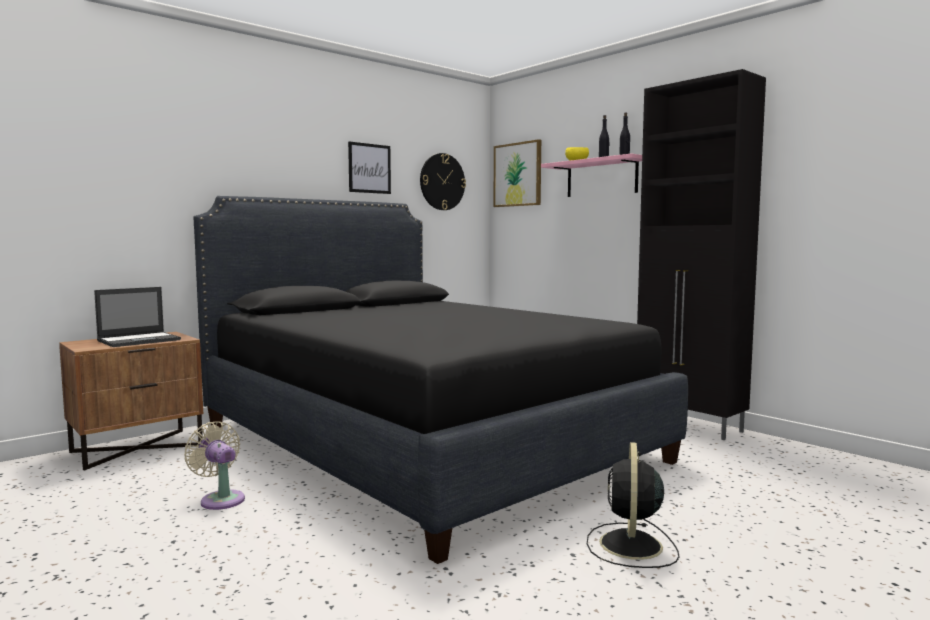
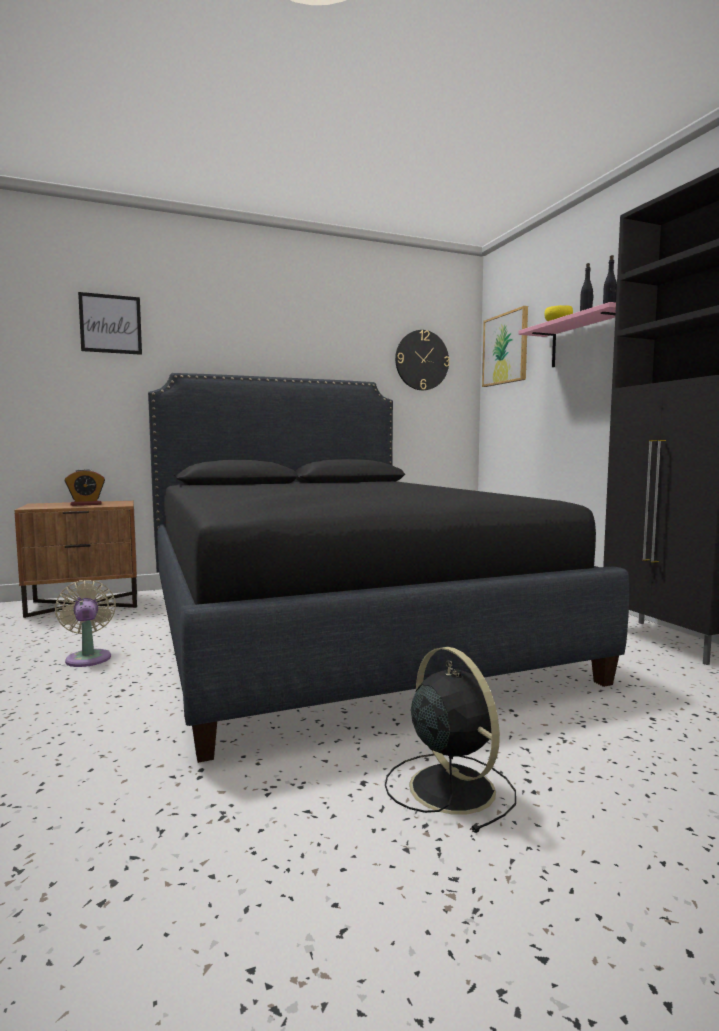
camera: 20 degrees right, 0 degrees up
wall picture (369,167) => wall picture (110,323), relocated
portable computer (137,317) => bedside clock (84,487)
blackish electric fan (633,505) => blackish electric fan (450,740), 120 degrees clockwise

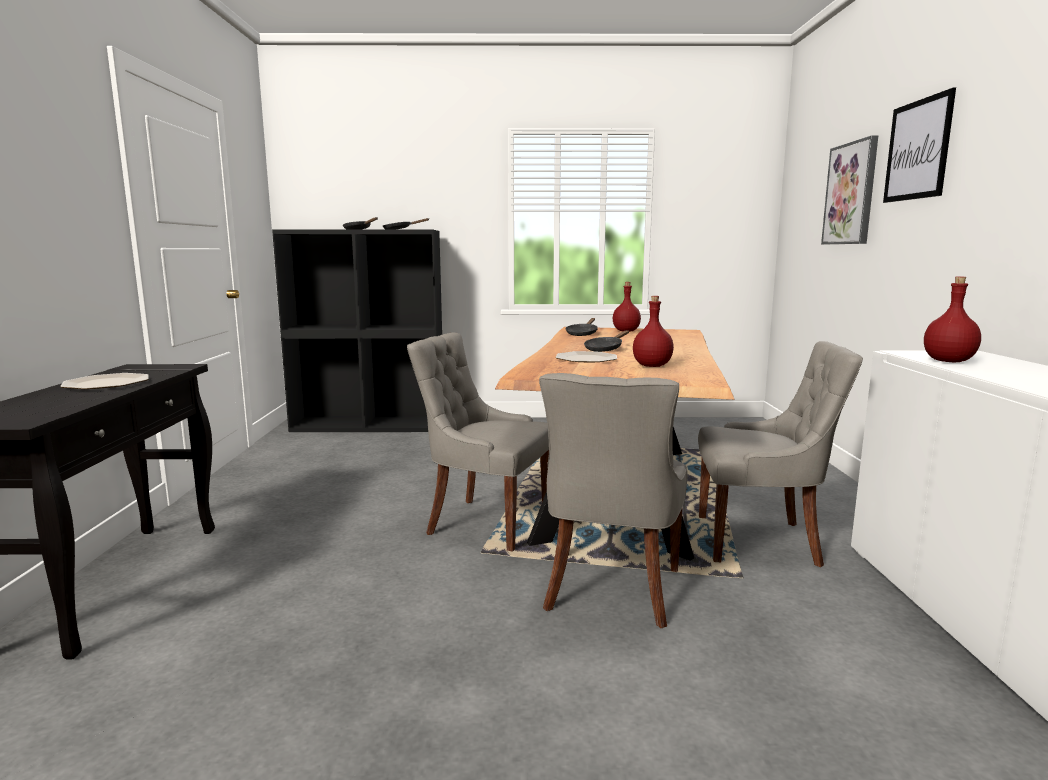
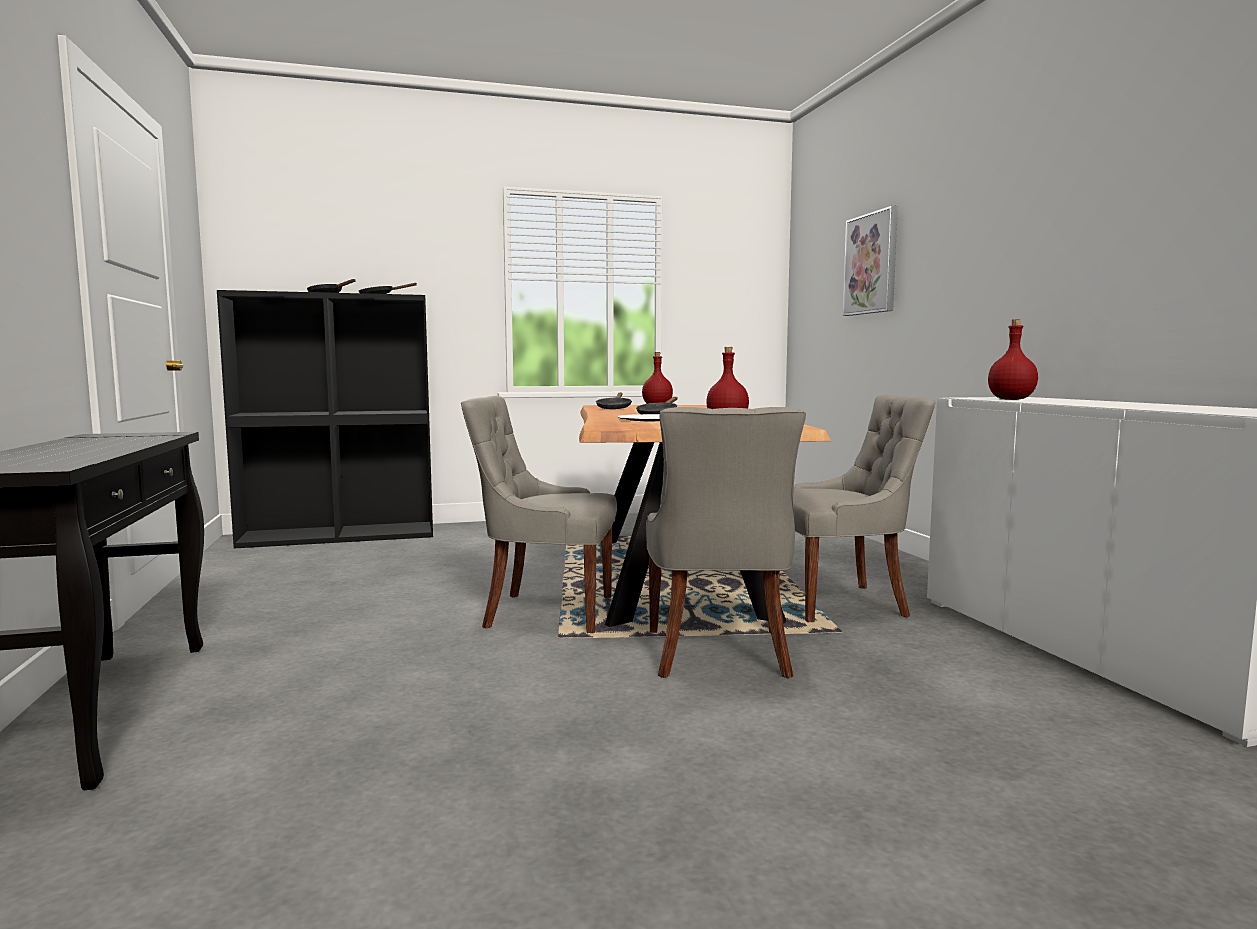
camera: 15 degrees left, 5 degrees down
wall picture (919,145) => nothing
plate (104,381) => nothing

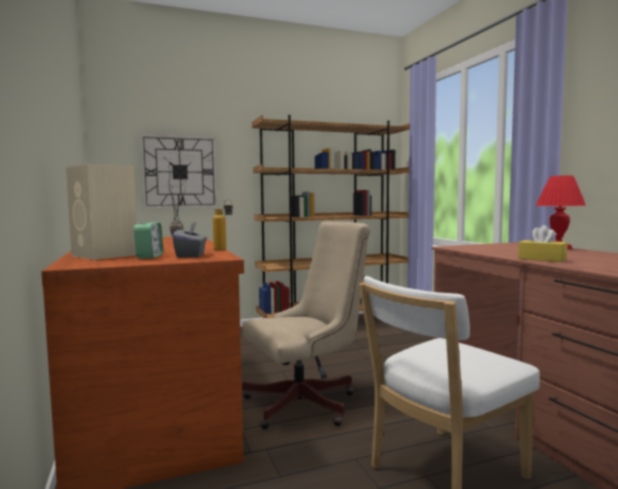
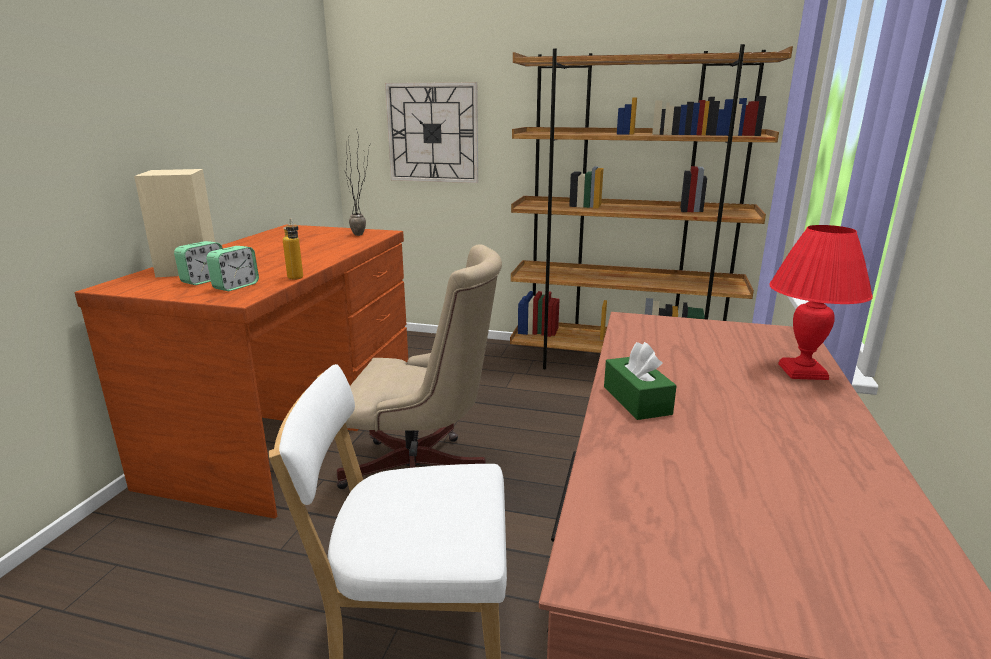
camera: 35 degrees right, 15 degrees up
greyish tissue box (189,240) => bedside clock (232,268)
yellow-coloured tissue box (542,243) => green-coloured tissue box (640,381)

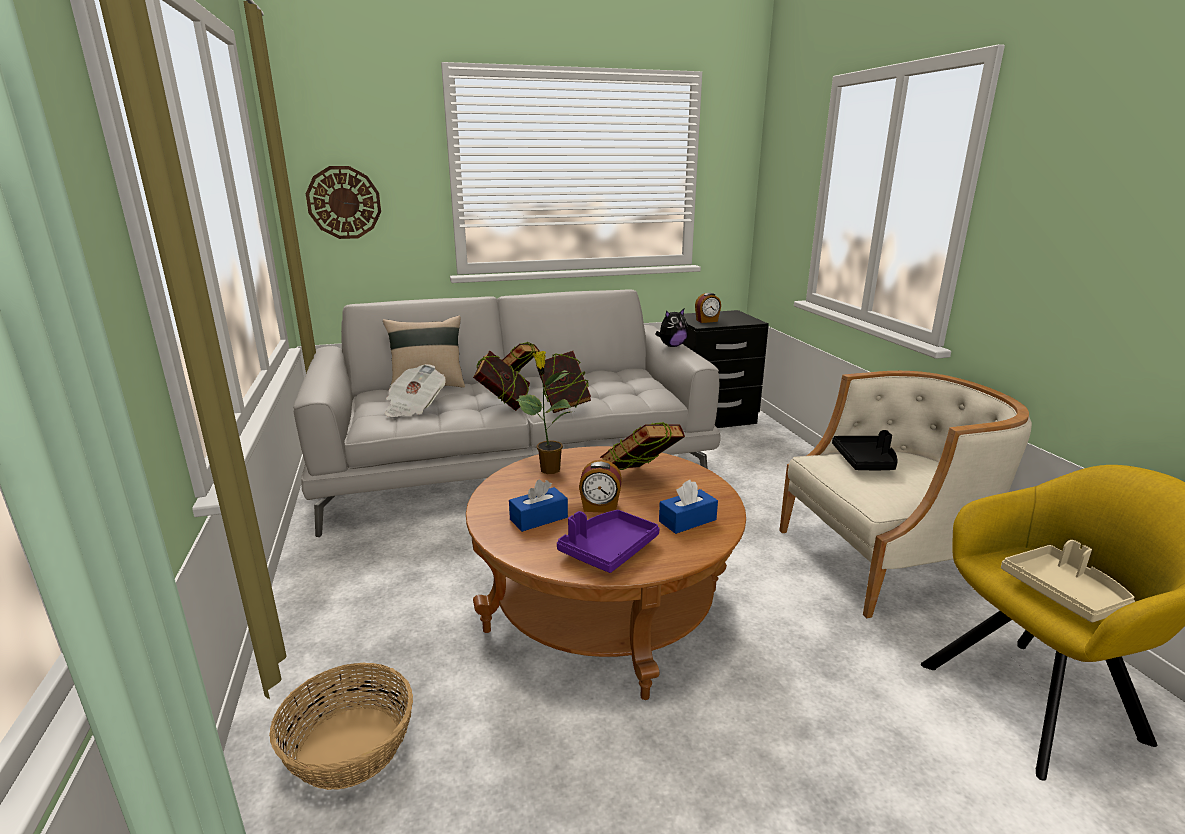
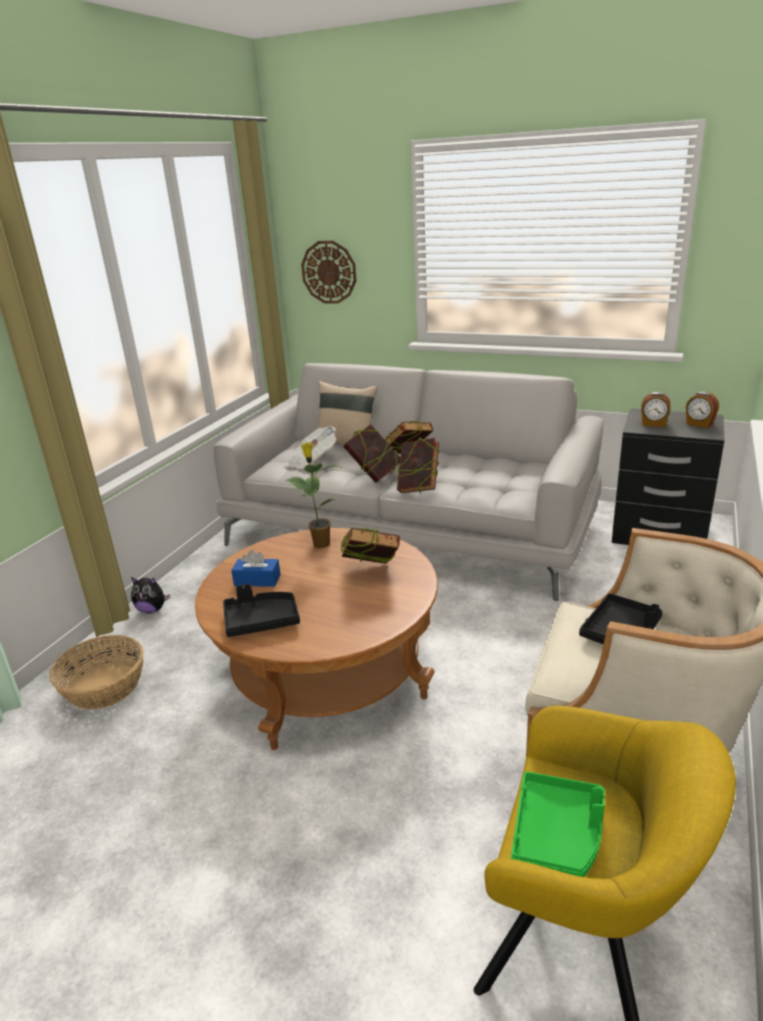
camera: 40 degrees right, 5 degrees up
plush toy (672,328) => plush toy (150,595), relocated
bedside clock (600,486) => bedside clock (702,410), relocated
blue-coloured tissue box (688,507) => nothing
purplish tray (608,541) => blackish tray (261,610)
beige tray (1068,581) => green-coloured tray (558,824)

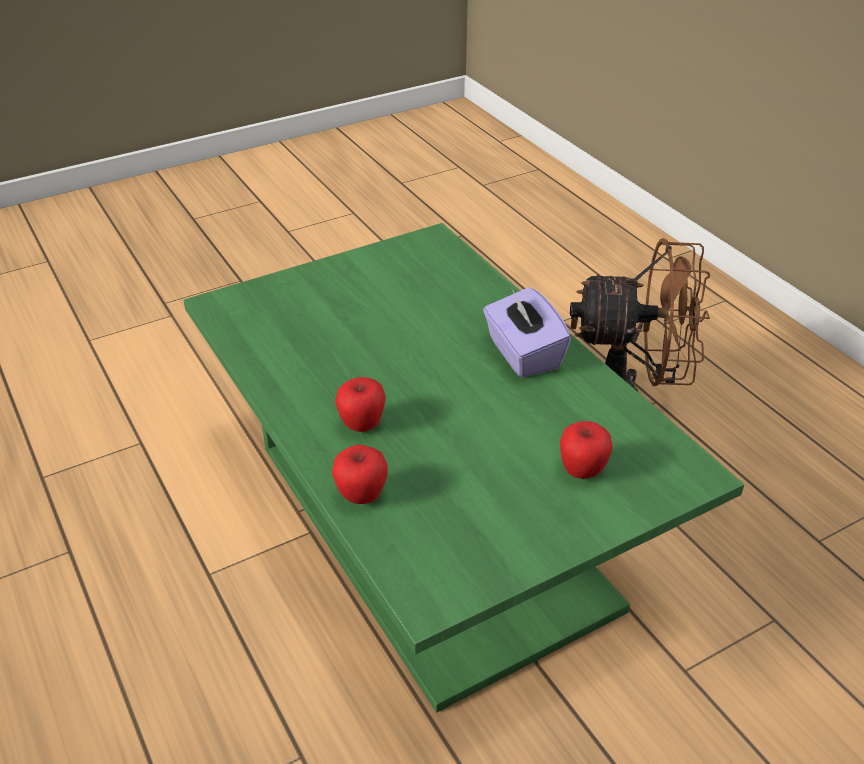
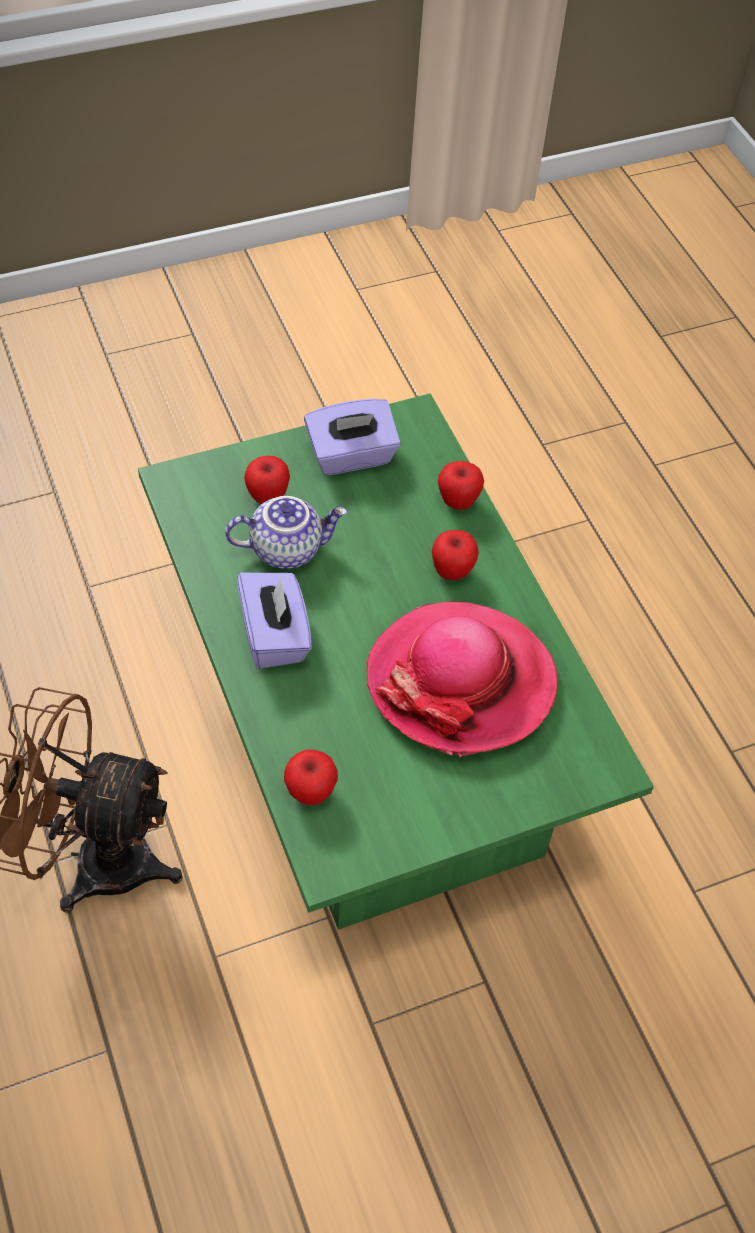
camera: 175 degrees left, 15 degrees up
nothing => purplish tissue box (352,437)
nothing => pot for tea (286,532)
nothing => hat (461,679)
nothing => apple fruit (311,777)

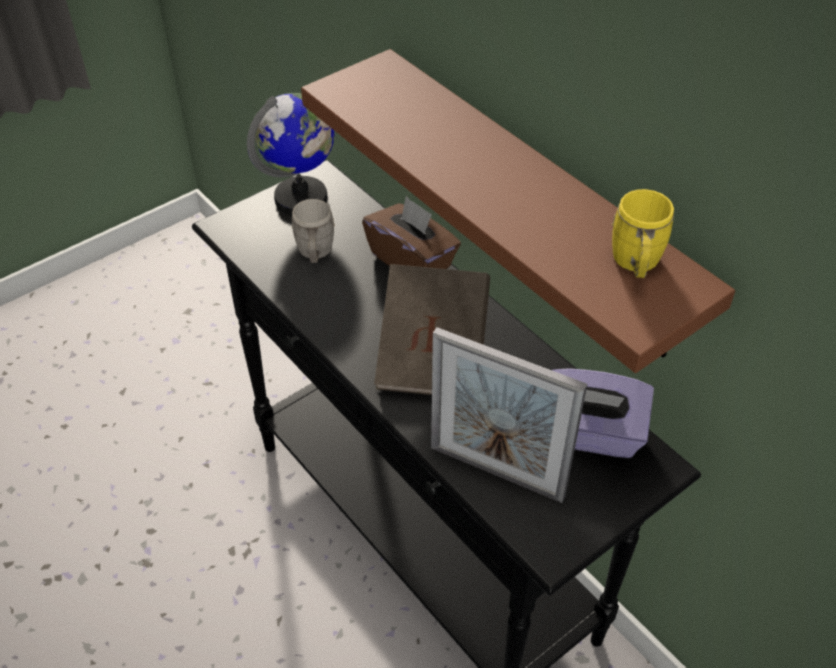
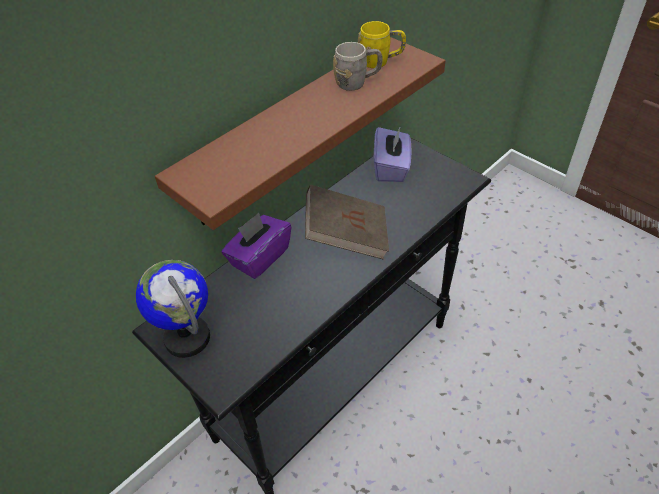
camera: 95 degrees left, 0 degrees up
brown-coloured tissue box (411,232) => purplish tissue box (257,245)
greyish mug (313,231) => greyish mug (357,66), relocated
photo frame (509,415) => nothing

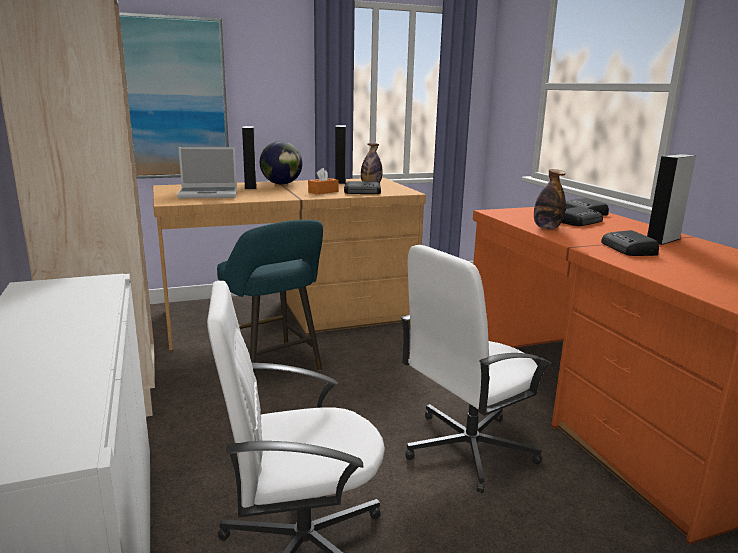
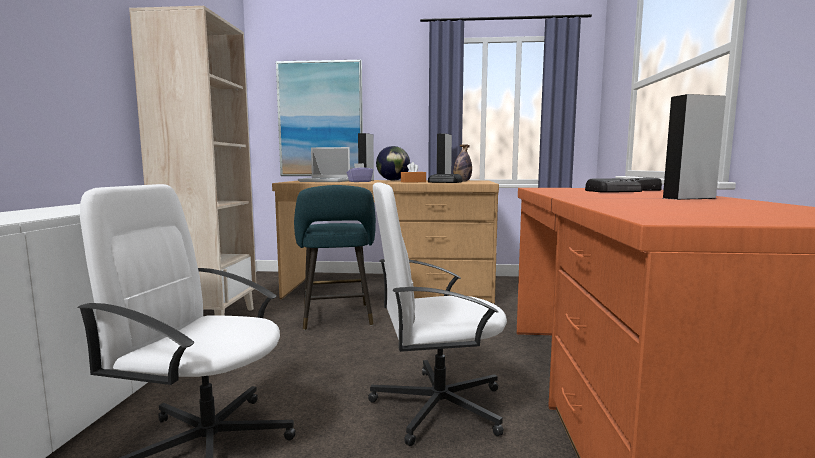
camera: 25 degrees right, 10 degrees down
bottle (550,199) => nothing
radio receiver (630,243) => nothing
nothing => purplish tissue box (360,172)

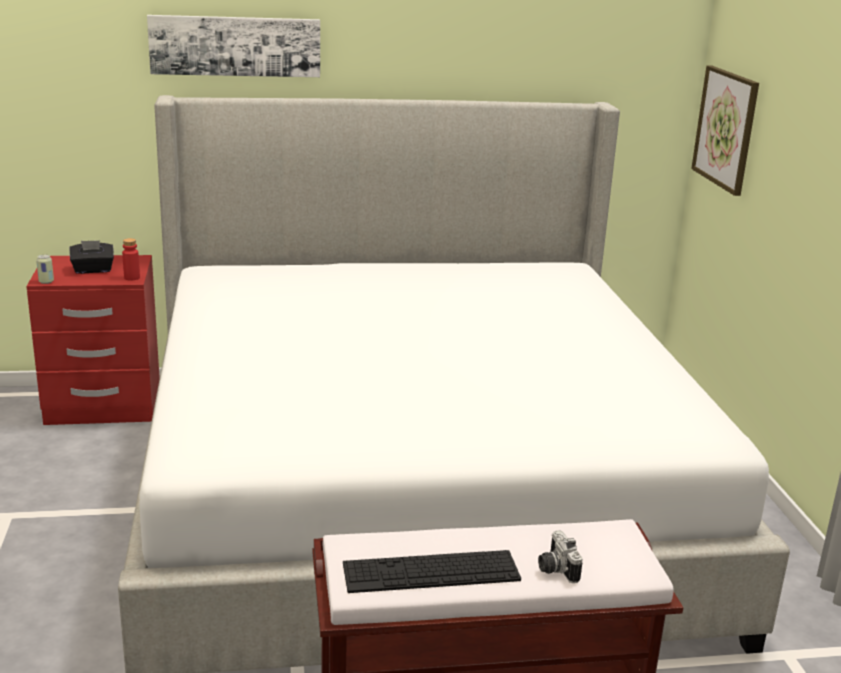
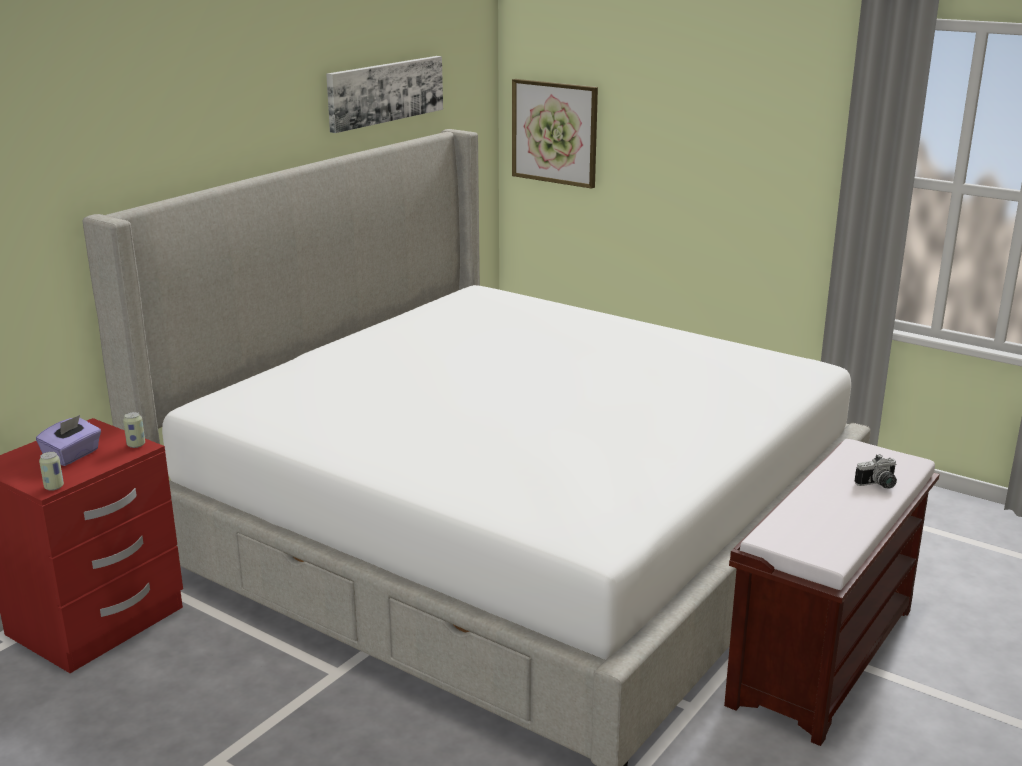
camera: 45 degrees left, 0 degrees up
wall picture (233,46) => wall picture (384,94), relocated
red bottle (131,259) => can (134,430)
blackish tissue box (92,257) => purplish tissue box (68,440)
still camera (560,556) => still camera (875,471), 45 degrees counterclockwise
PC keyboard (432,571) => nothing

